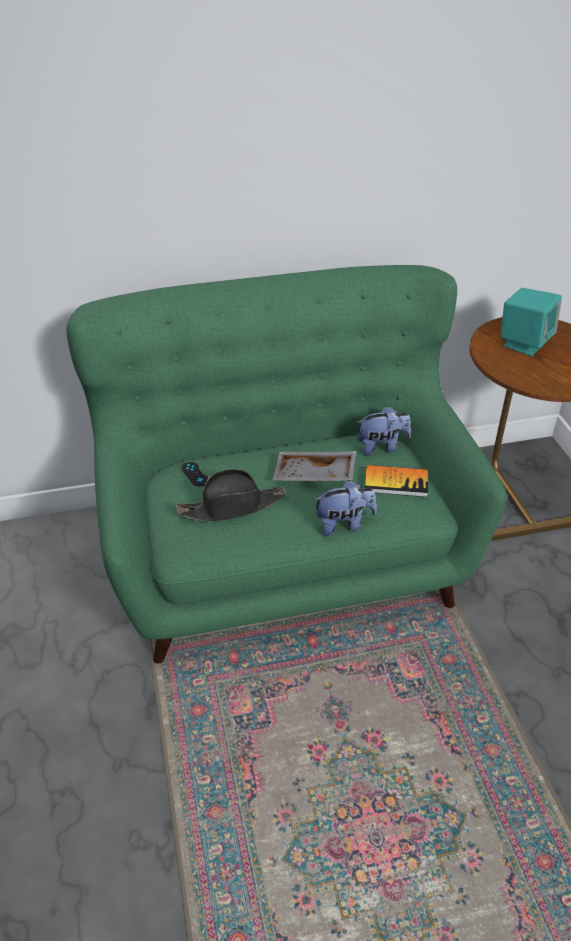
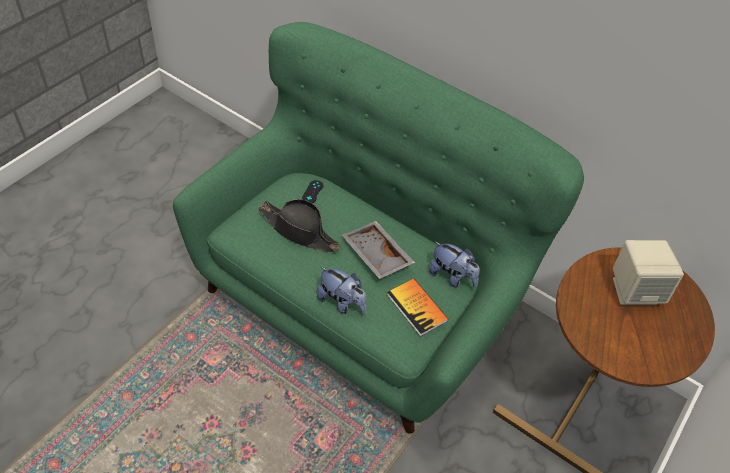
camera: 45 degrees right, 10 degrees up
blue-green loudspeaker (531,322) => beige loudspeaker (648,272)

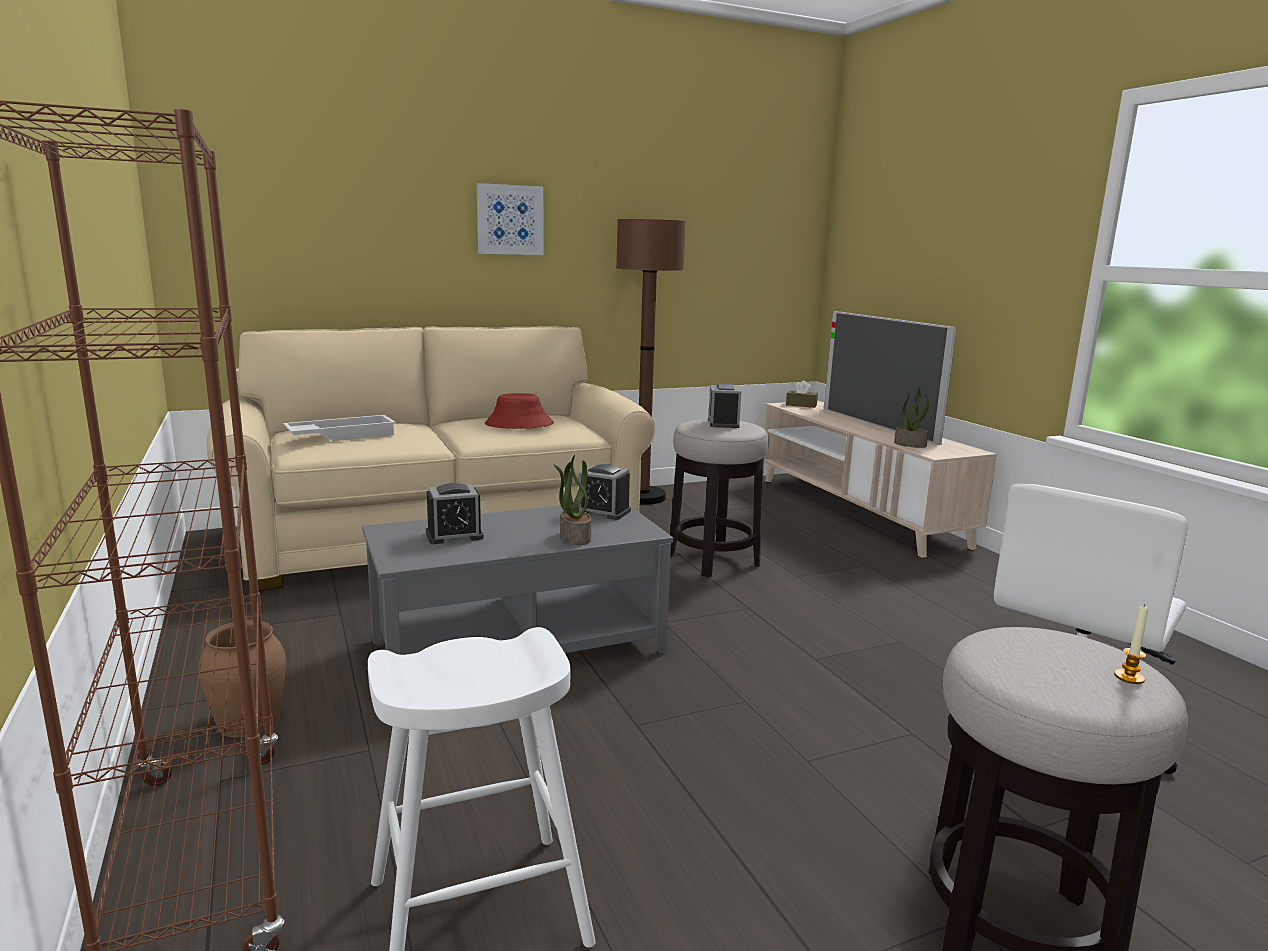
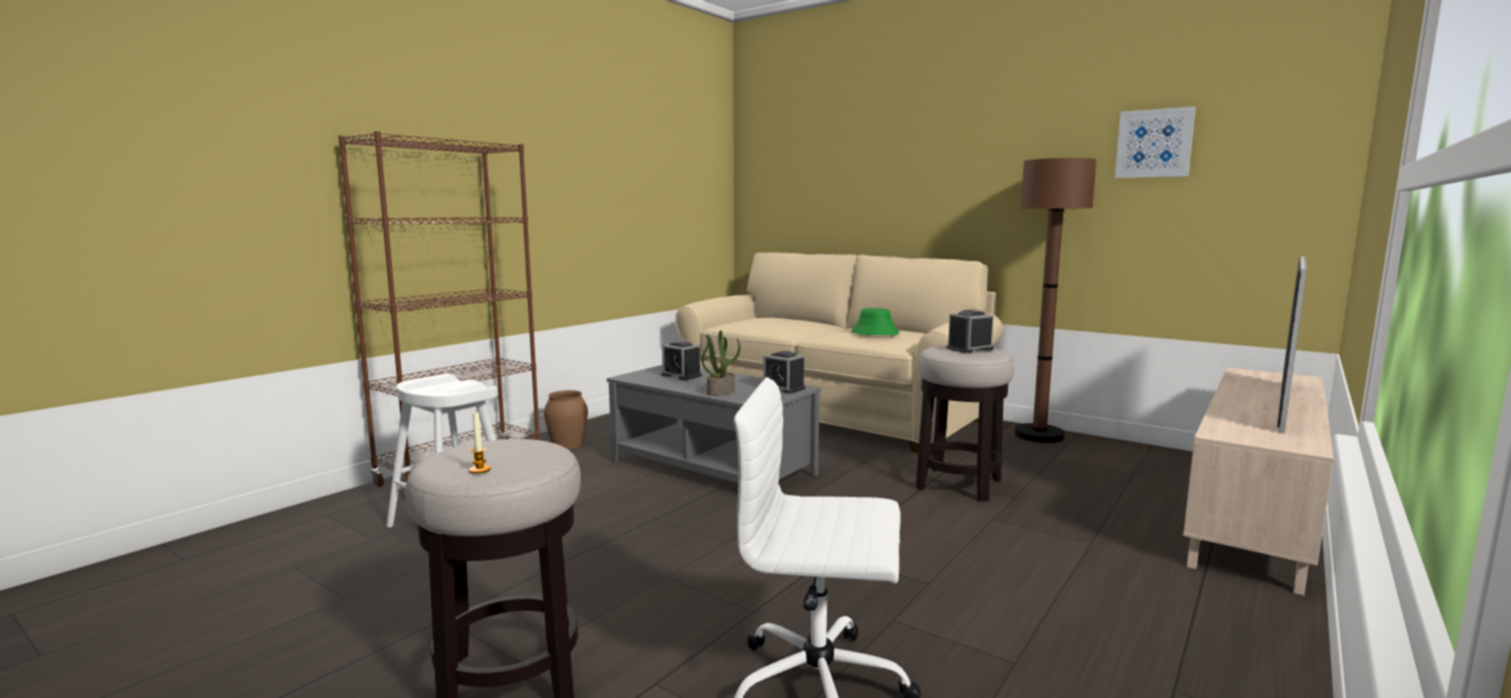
camera: 60 degrees right, 5 degrees down
wall picture (510,219) => wall picture (1155,142), relocated
brown-coloured tissue box (802,394) => nothing
plant in a pot (911,417) => nothing
red hat (519,411) => green-coloured hat (875,321)
white-coloured tray (339,428) => nothing
bedside clock (605,492) => bedside clock (784,372), 45 degrees counterclockwise

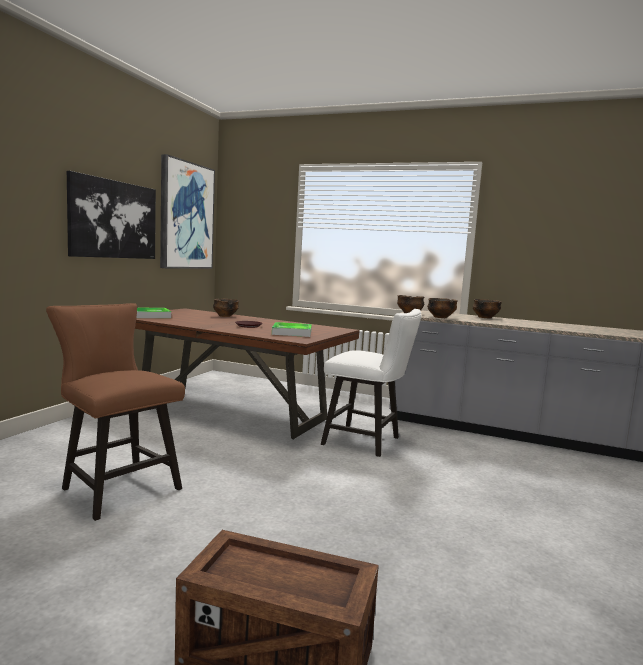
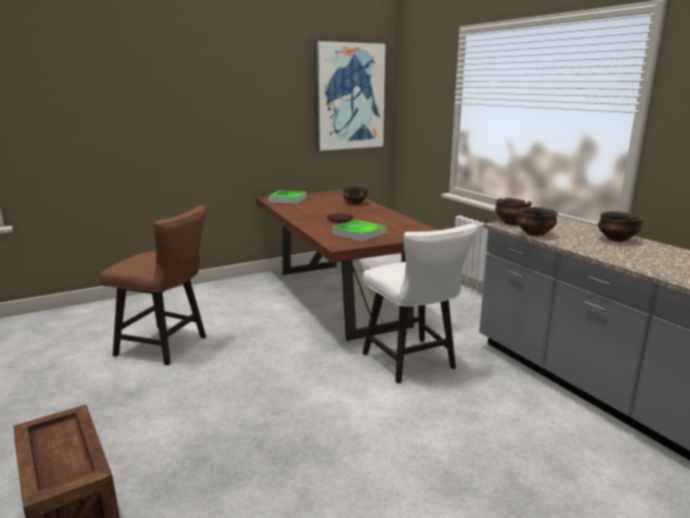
camera: 40 degrees right, 10 degrees up
wall picture (111,215) => nothing
brown-coloured plain chair (115,412) => brown-coloured plain chair (153,285), 120 degrees clockwise

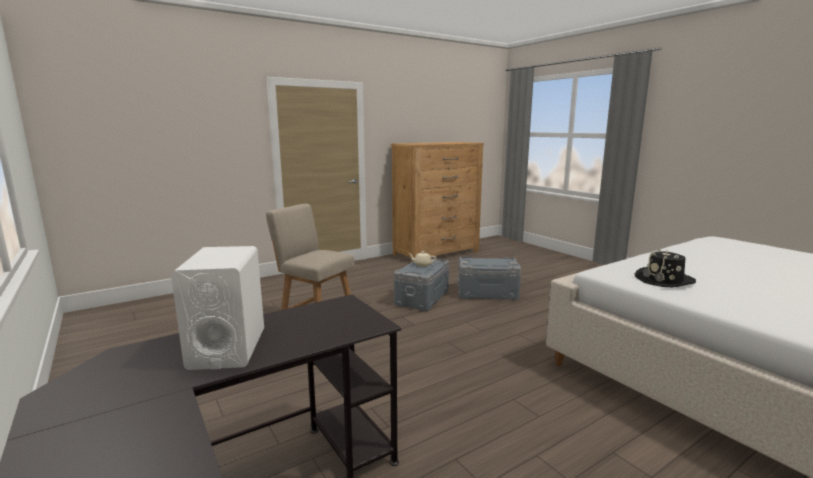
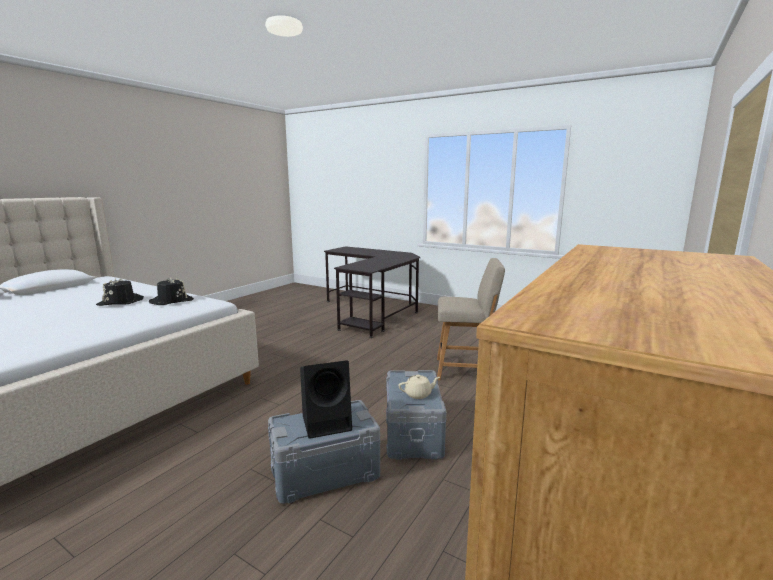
camera: 155 degrees right, 0 degrees up
white-coloured loudspeaker (217,308) => nothing
nothing => blackish hat (120,292)
nothing => blackish loudspeaker (326,399)

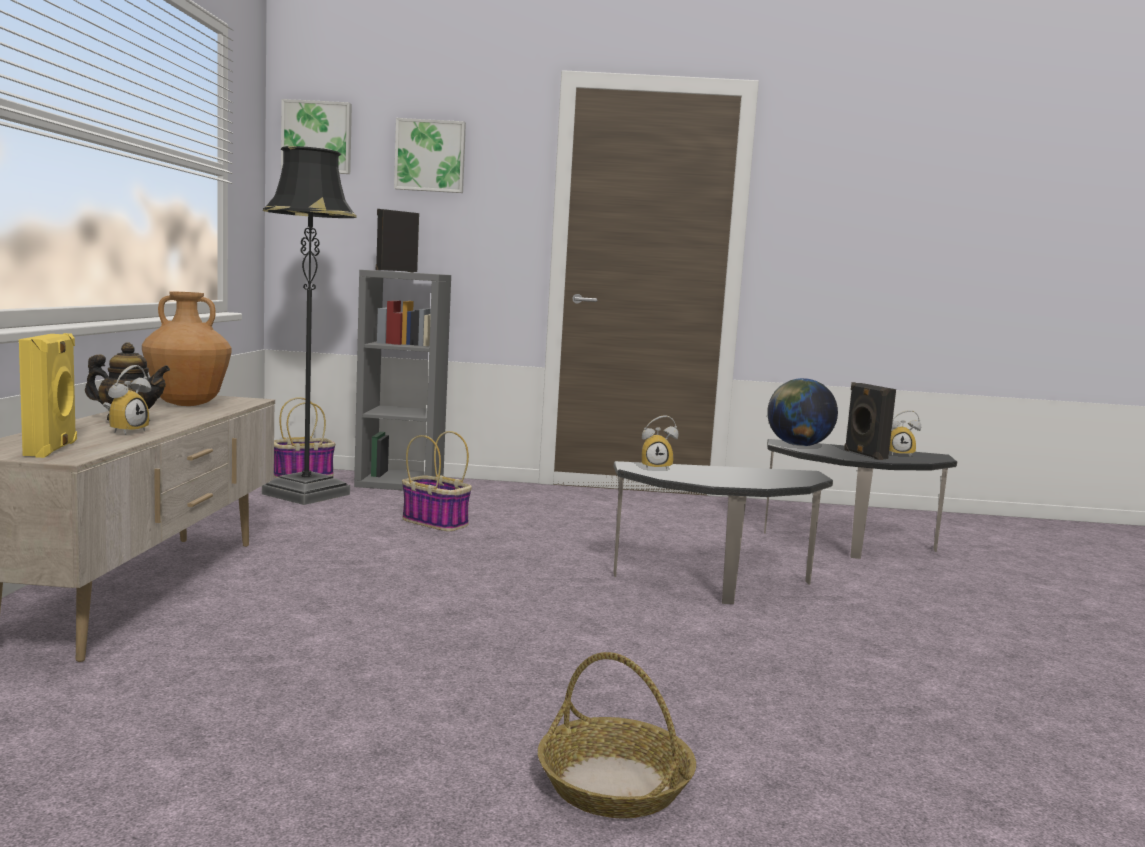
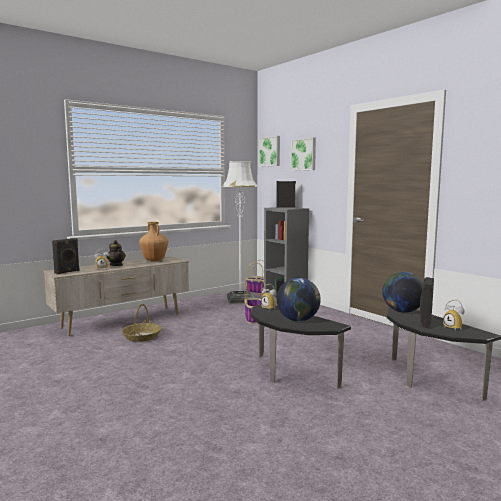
camera: 50 degrees right, 0 degrees up
blackish floor lamp (309,325) => white-coloured floor lamp (240,232)
yellow-coloured loudspeaker (48,395) => blackish loudspeaker (66,256)
household basket (617,735) => household basket (141,323), relocated
nothing => desk globe (299,299)

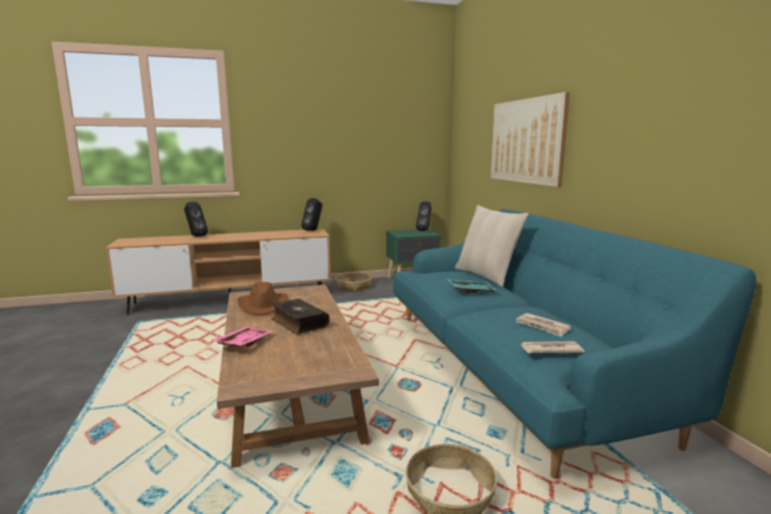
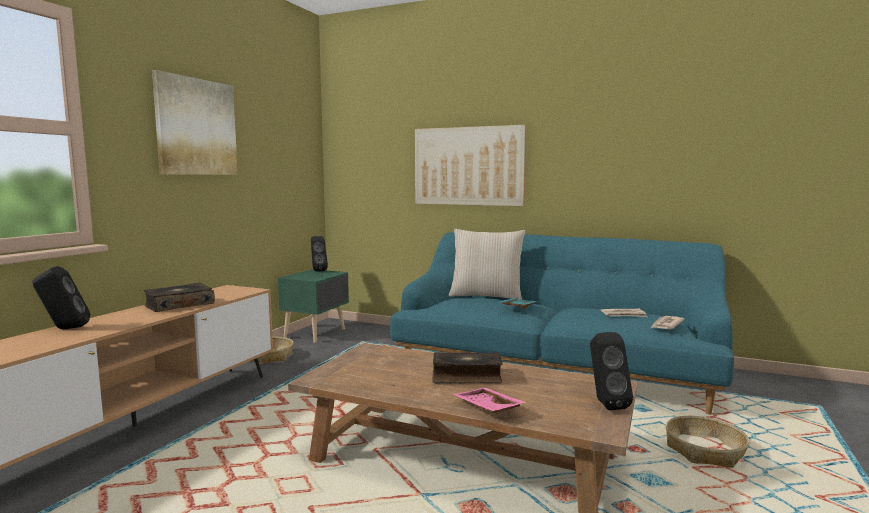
camera: 50 degrees left, 5 degrees down
blackish loudspeaker (311,214) => blackish loudspeaker (611,371), relocated
brown-coloured hat (262,298) => nothing
nothing => wall picture (195,122)
nothing => book (179,297)

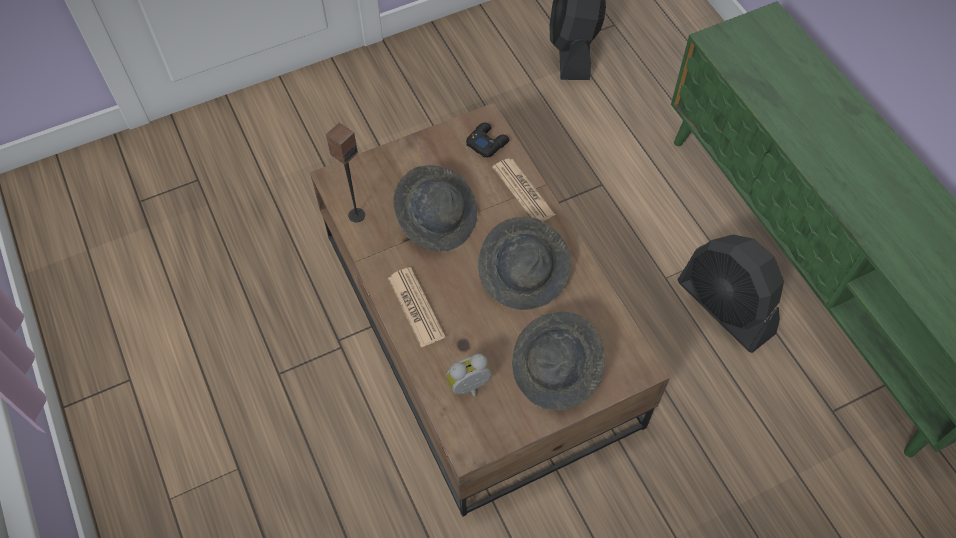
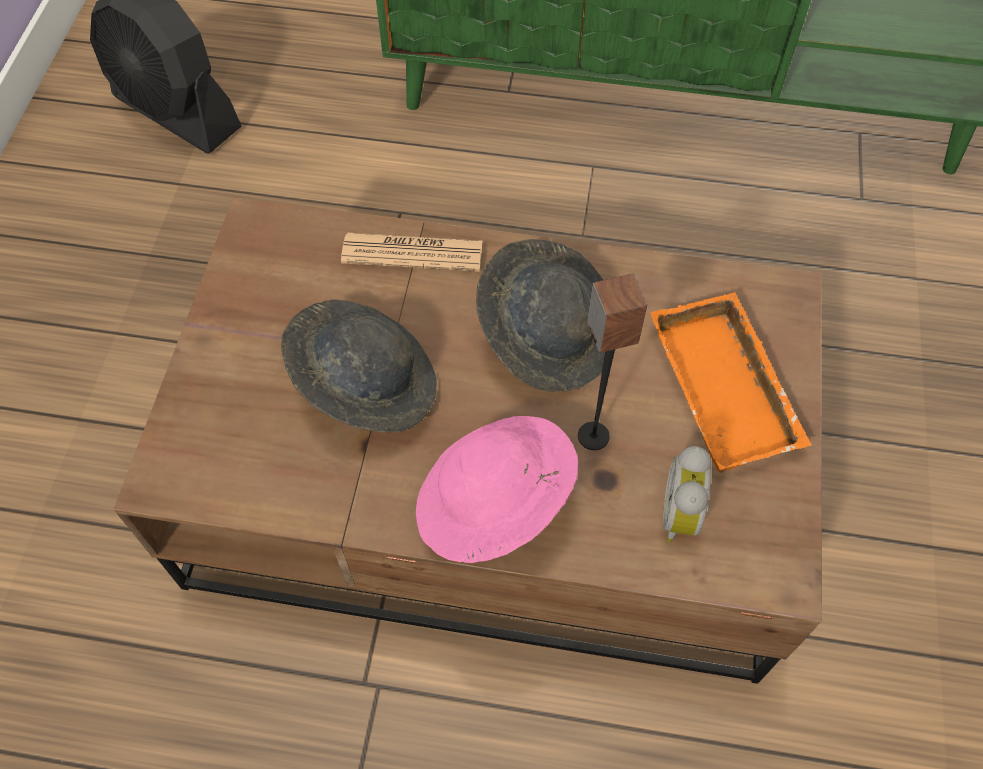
camera: 55 degrees left, 0 degrees up
loudspeaker (345,172) => loudspeaker (612,362), relocated
blackish joypad (488,140) => nothing
blackish electric fan (730,293) => nothing
newspaper (416,307) => pink-coloured hat (497,489)
greyish hat (558,361) => orange-coloured tray (730,382)

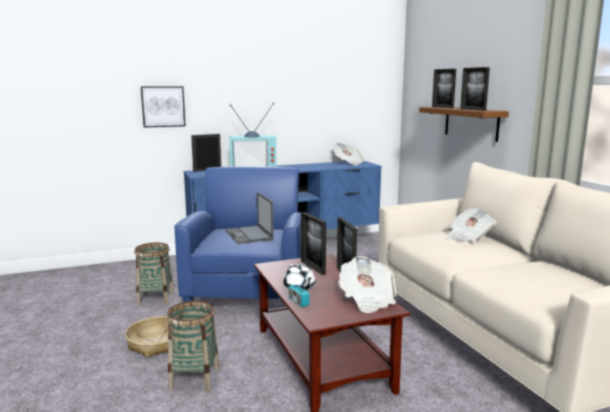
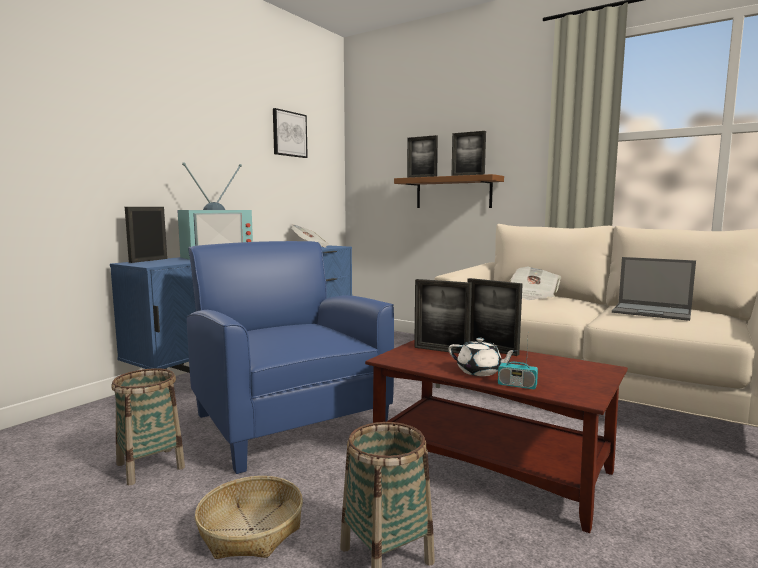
camera: 35 degrees left, 5 degrees down
wall picture (163,106) => wall picture (290,133), relocated
portable computer (249,218) => portable computer (654,289), relocated
newspaper (367,284) => nothing

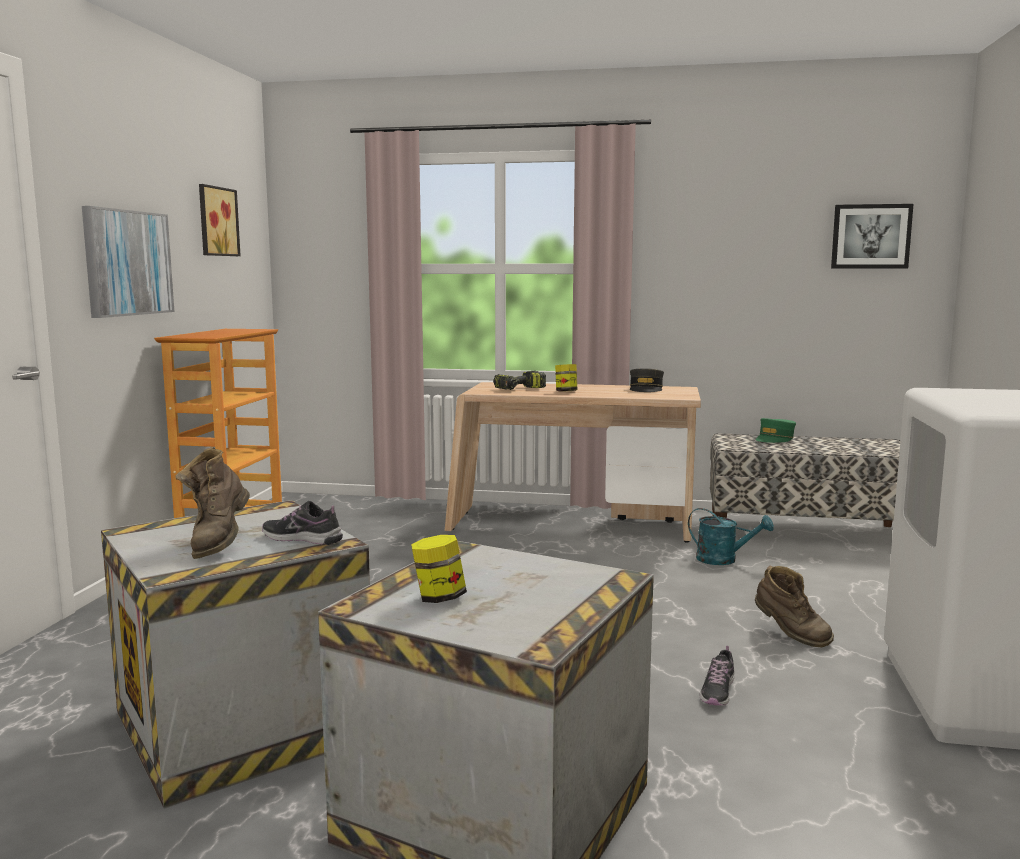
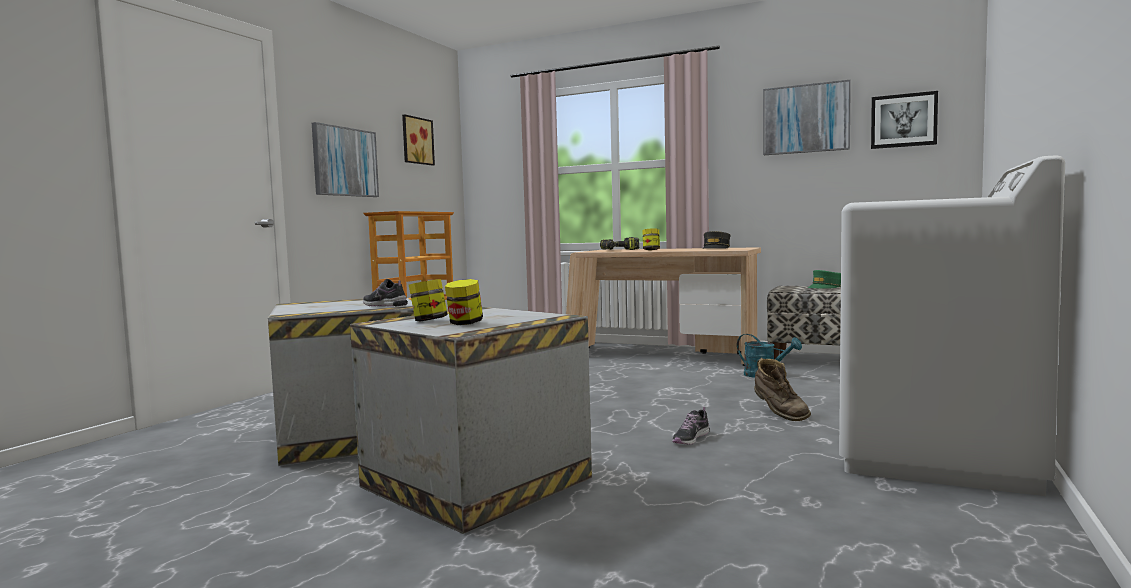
camera: 15 degrees right, 5 degrees down
brown-coloured boot (213,503) => nothing
nothing => wall picture (807,117)
nothing => preserve jar (464,302)

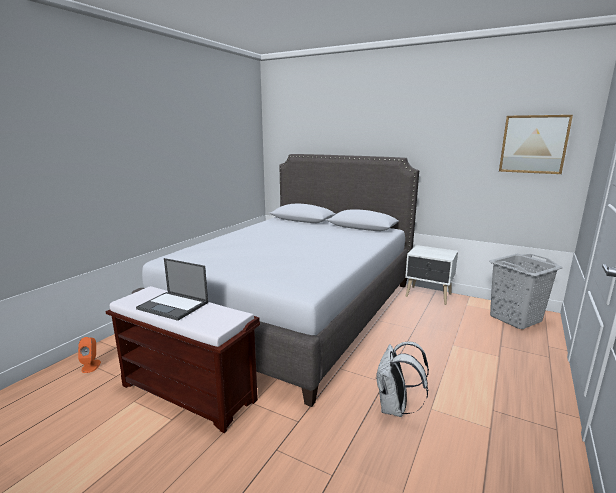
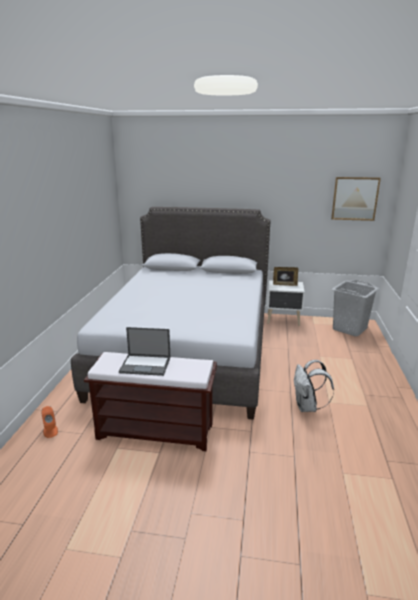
camera: 20 degrees left, 5 degrees up
nothing => photo frame (285,276)

